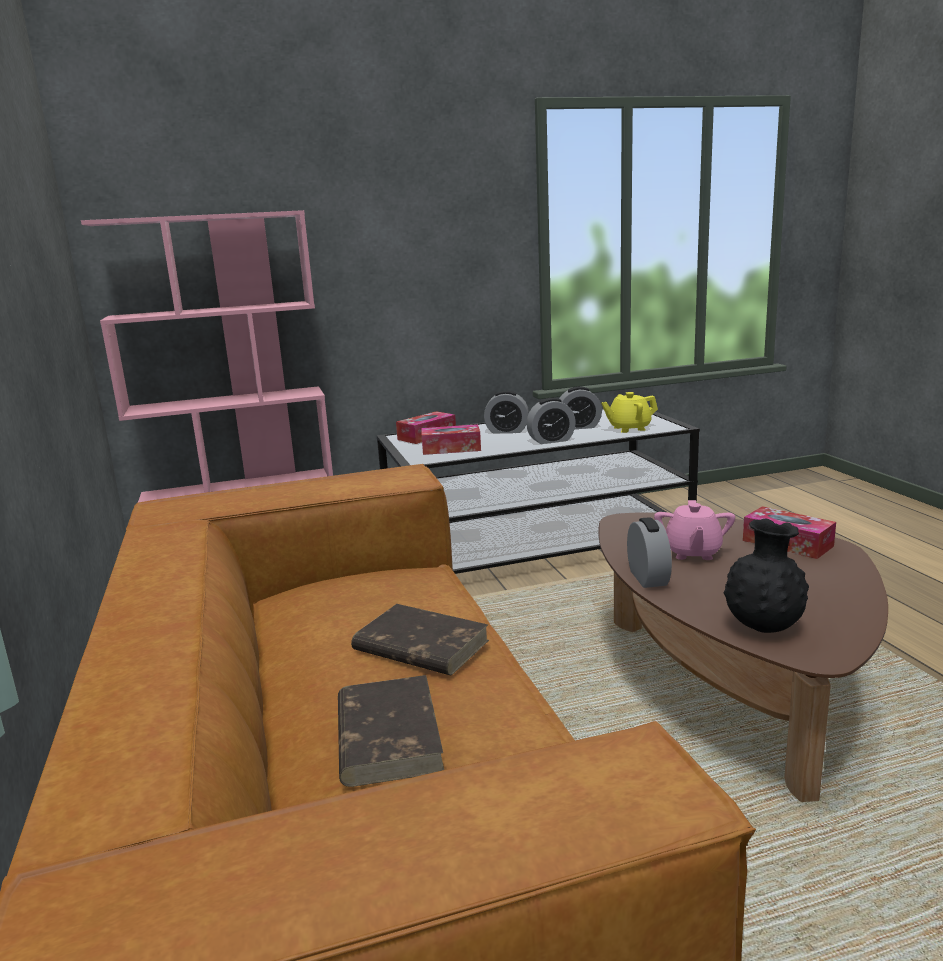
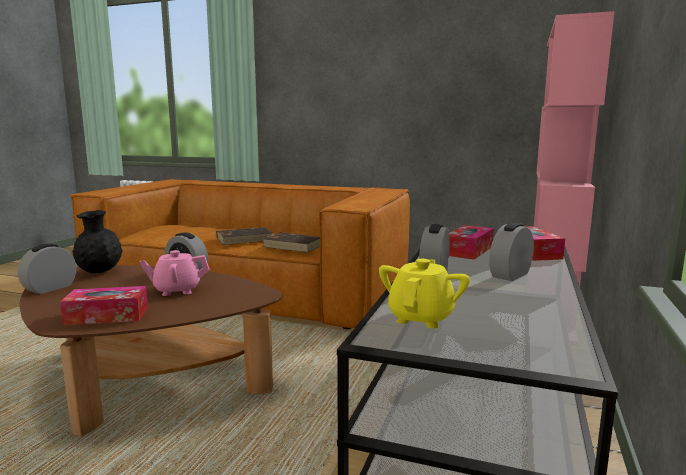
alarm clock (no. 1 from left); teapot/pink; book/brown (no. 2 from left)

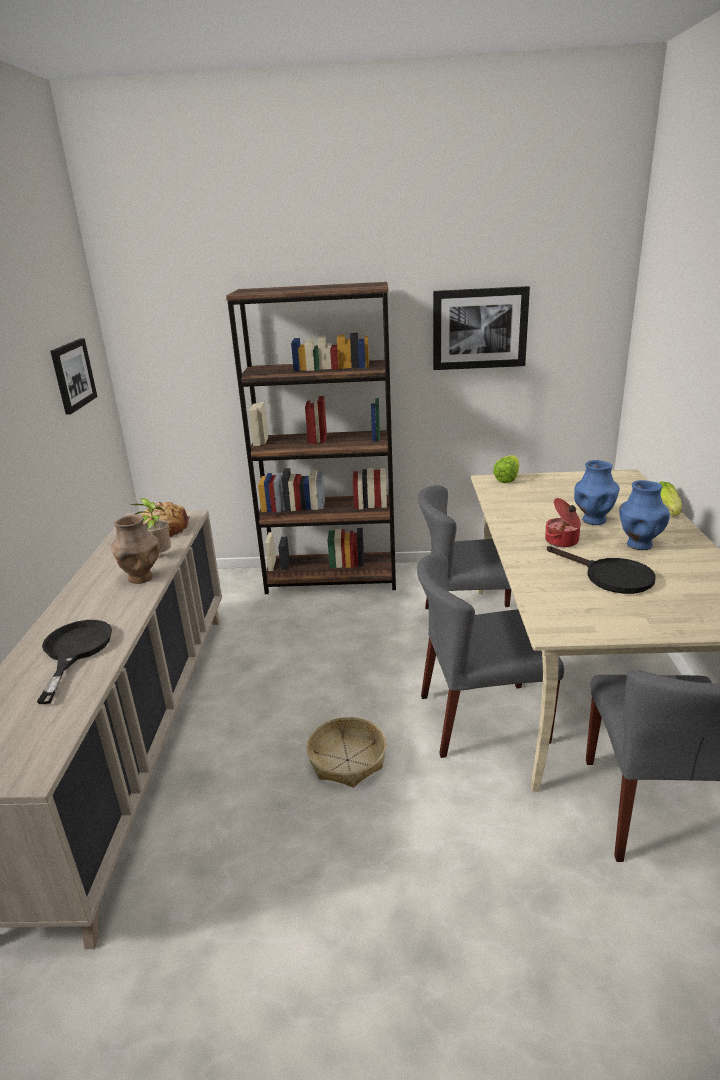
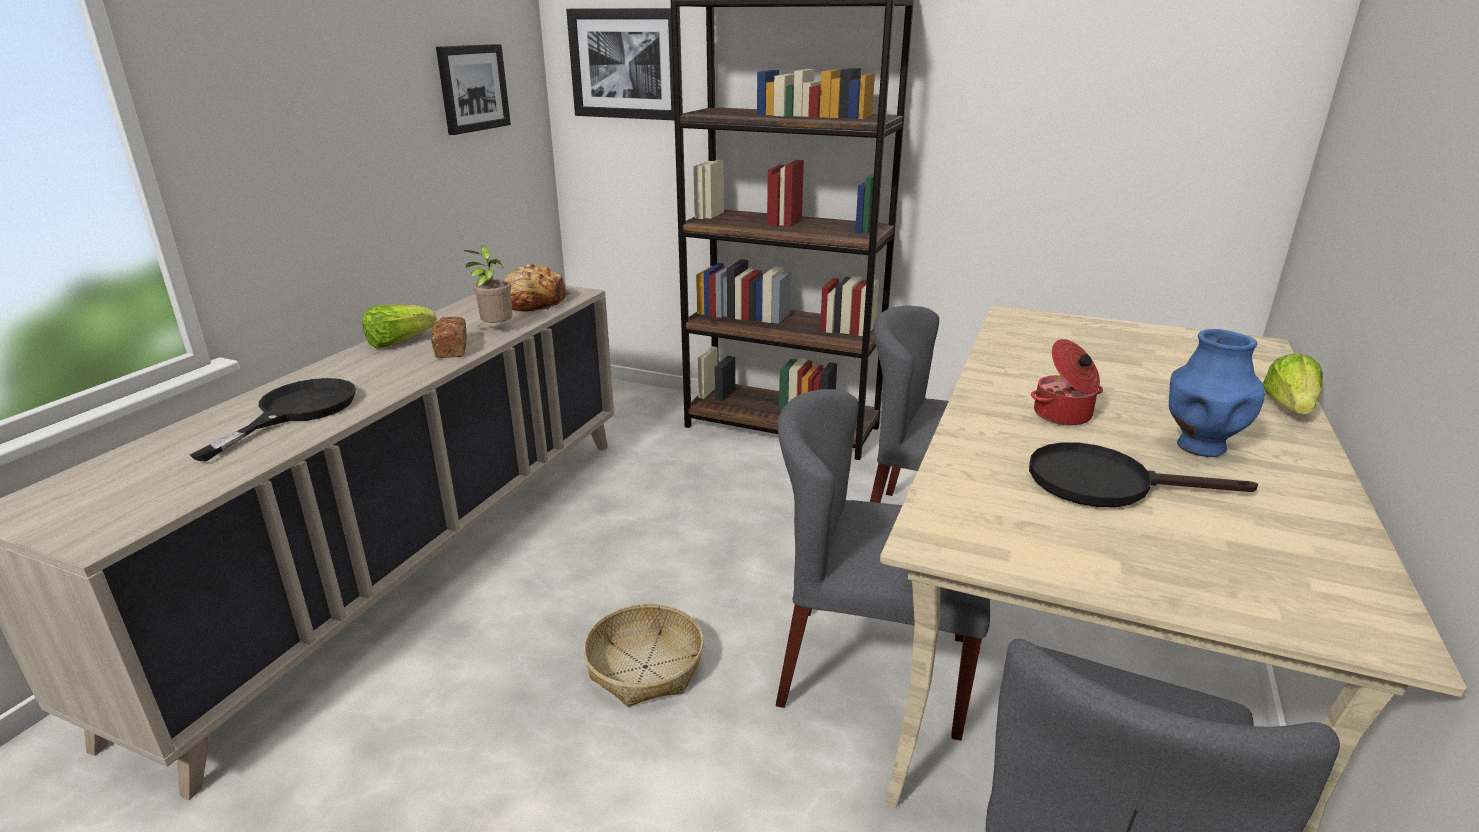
lettuce (no. 1 from left); bread (no. 1 from left); picture (no. 2 from left); frying pan/black (no. 2 from left); vase/blue (no. 1 from left in the first image)

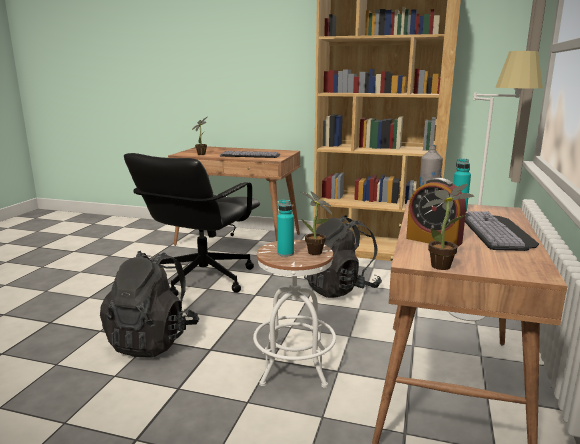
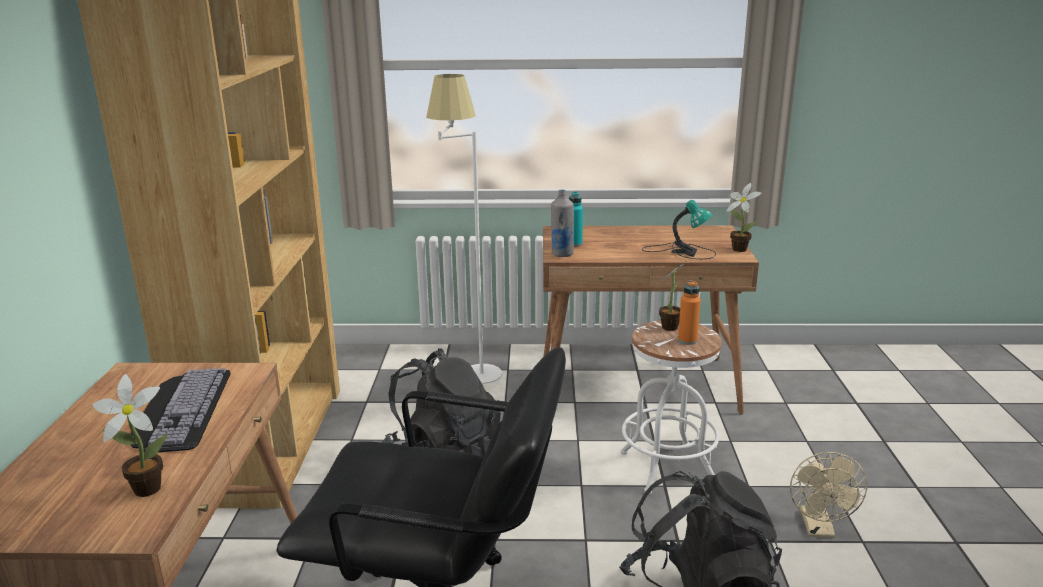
table lamp; bottle/orange; fan/beige; keyboard (no. 2 from left in the first image)

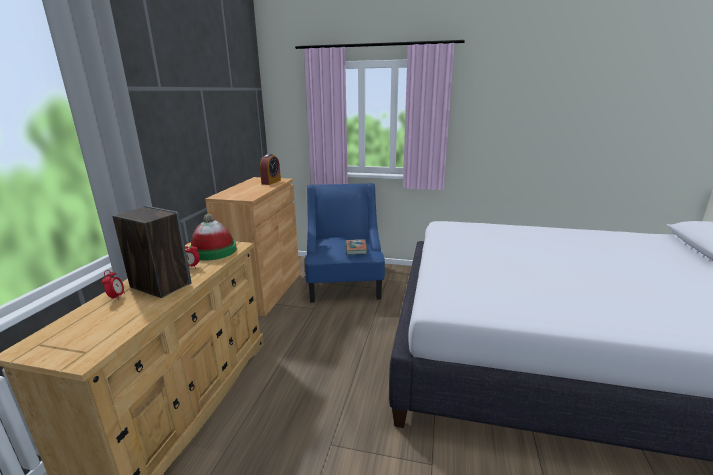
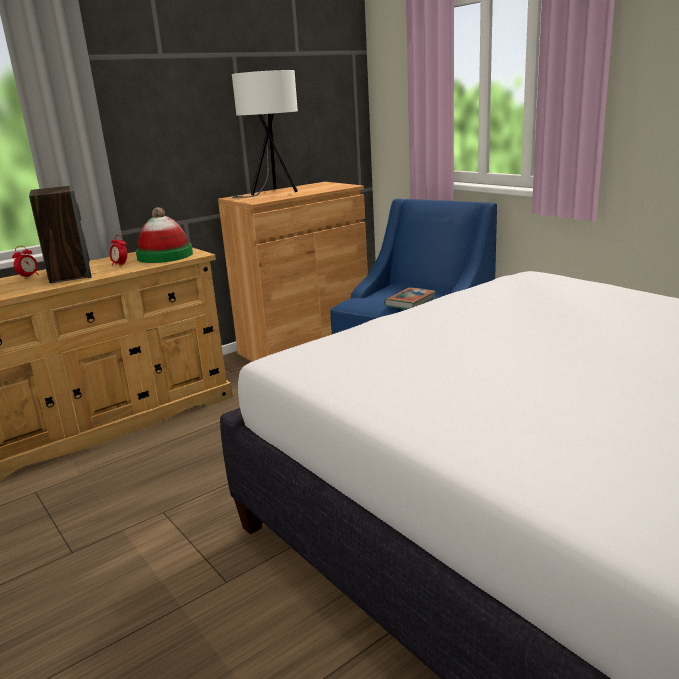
table lamp/white; alarm clock (no. 3 from left in the first image)

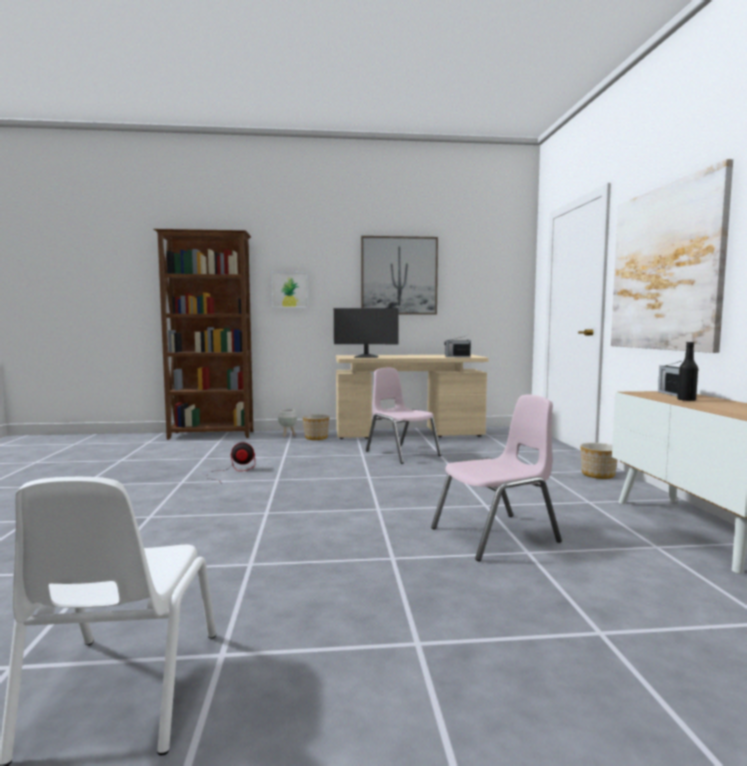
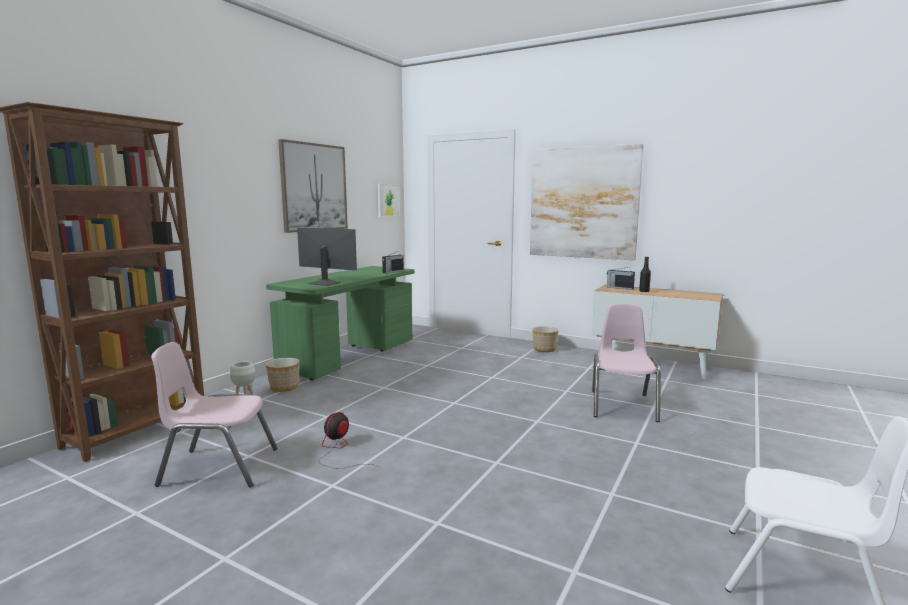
chair/pink (no. 1 from left); desk/green; monitor; picture (no. 2 from left)

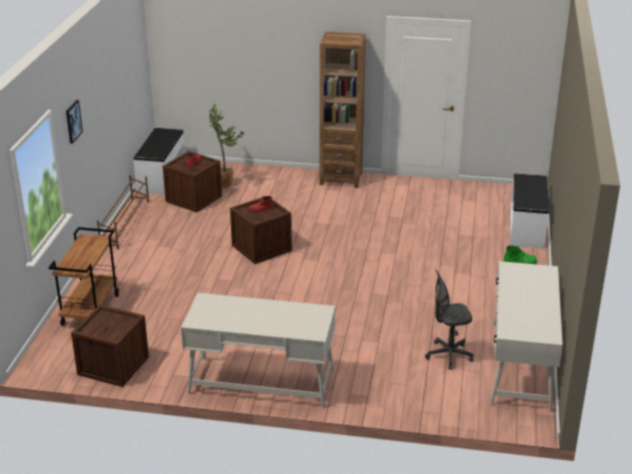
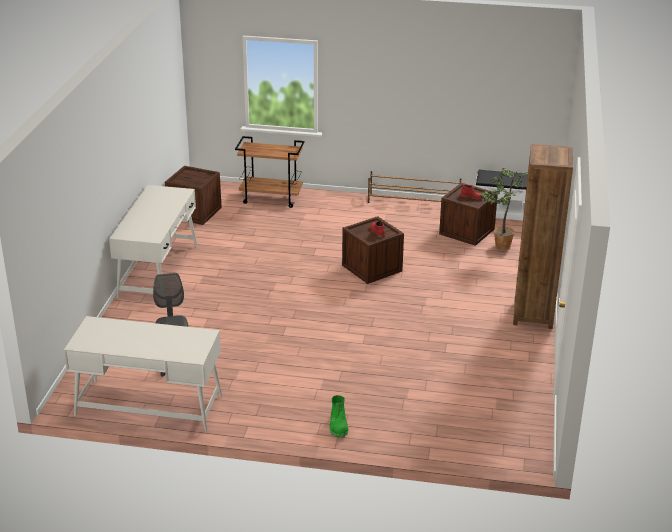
picture; bench/white (no. 2 from left in the first image)

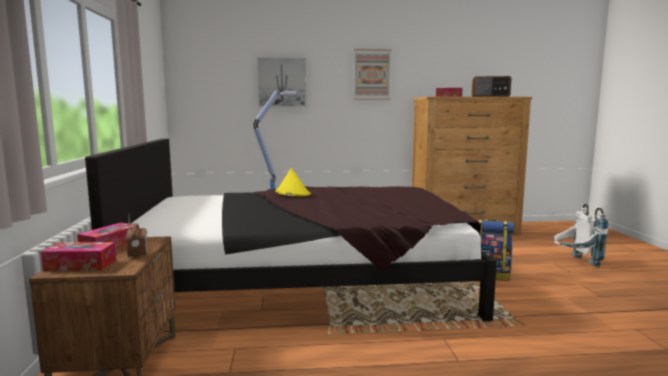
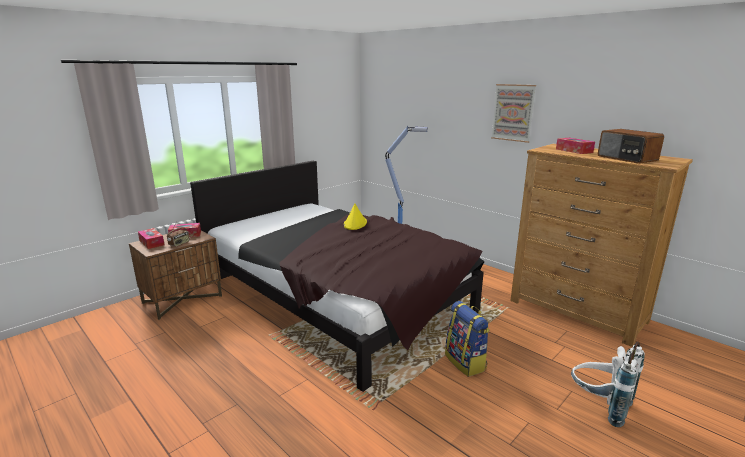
picture (no. 1 from left in the first image)

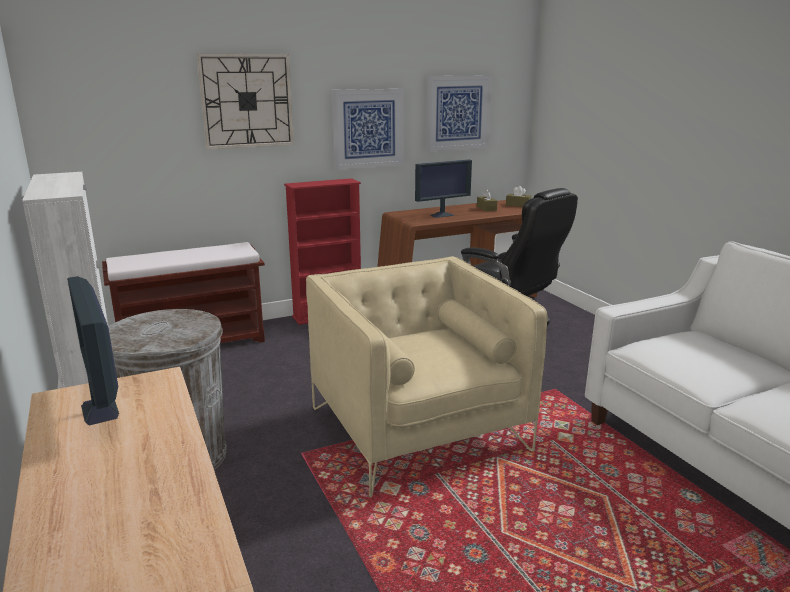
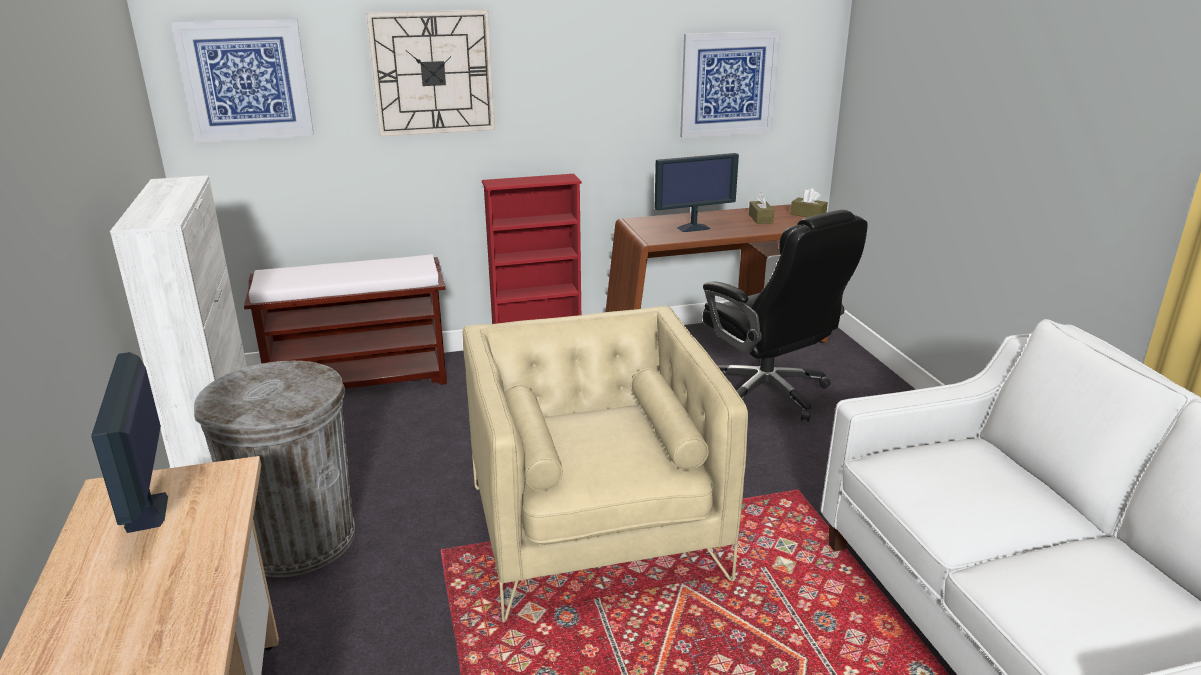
picture (no. 1 from left)

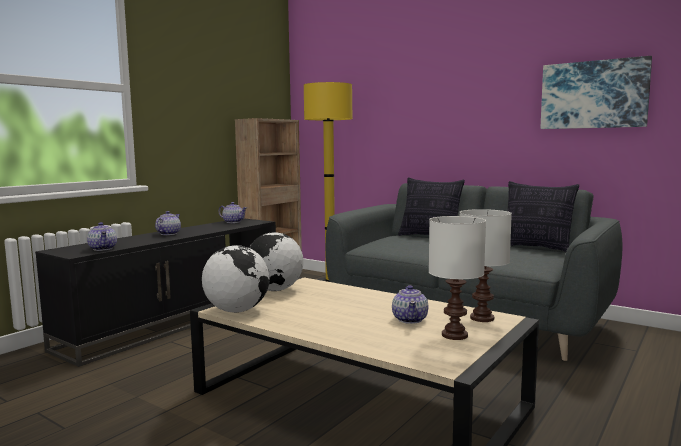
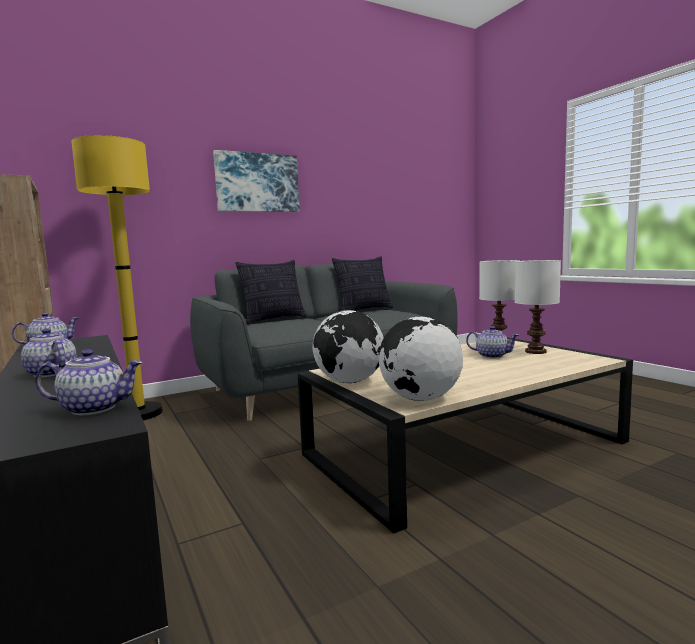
picture

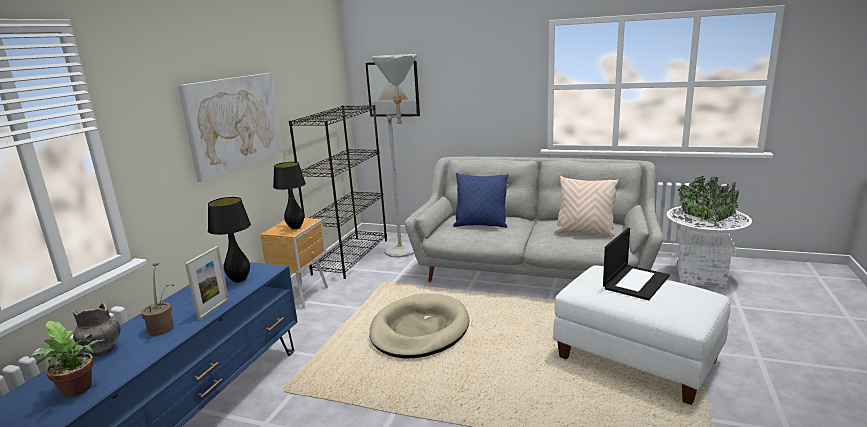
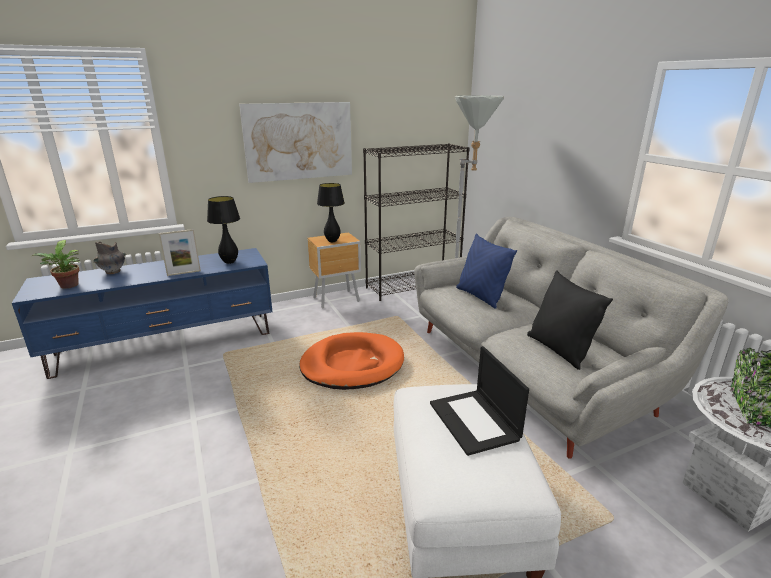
dog bed/orange; laptop; pillow/black; potted plant (no. 2 from left in the first image); picture (no. 2 from left in the first image)

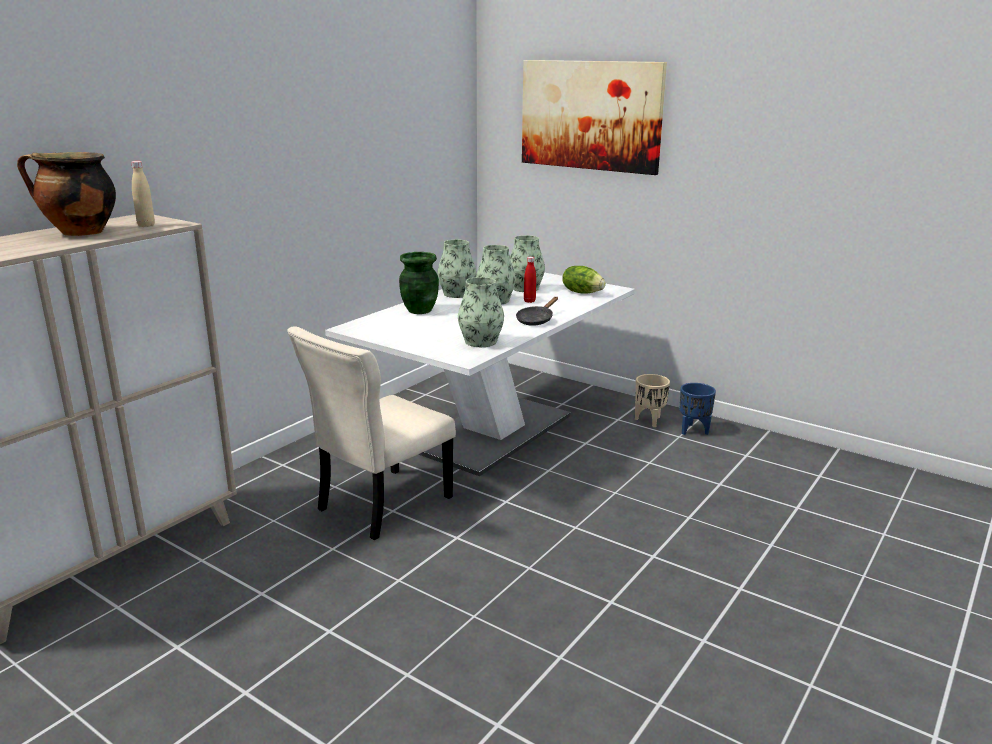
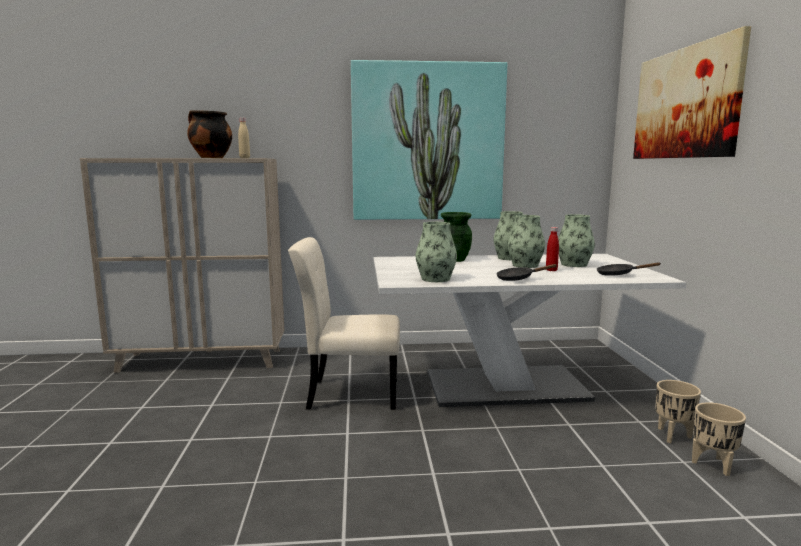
picture (no. 1 from left); frying pan/black (no. 2 from left); planter/beige (no. 2 from left)

